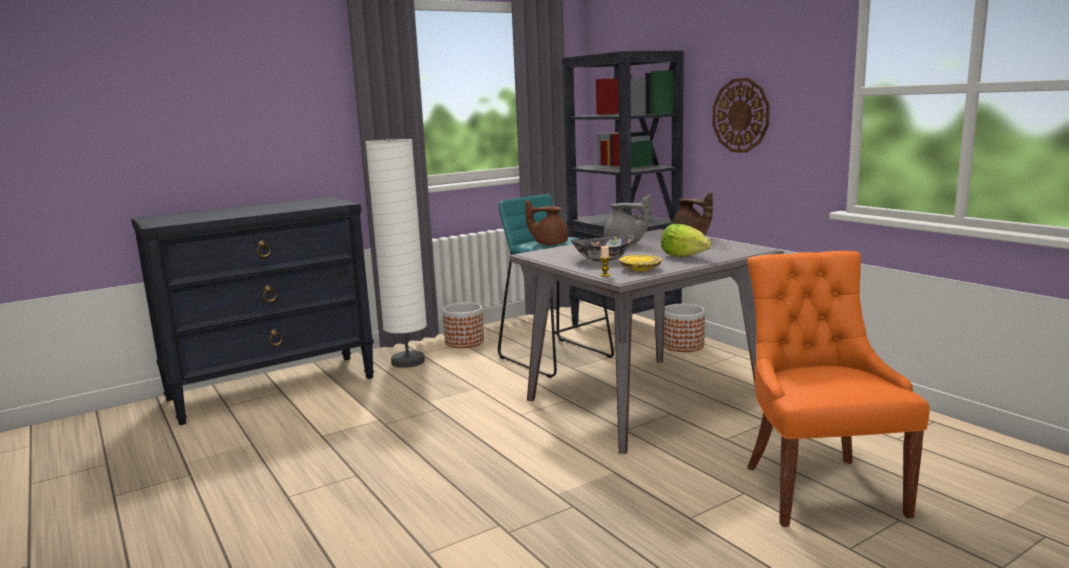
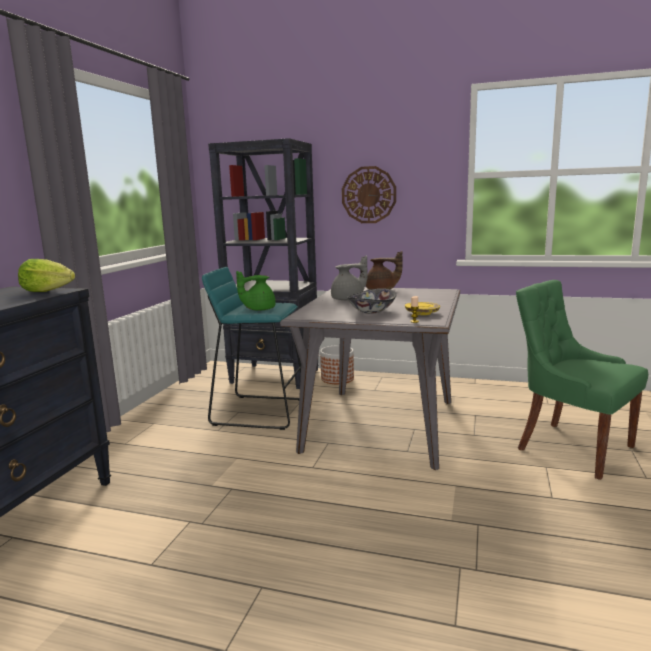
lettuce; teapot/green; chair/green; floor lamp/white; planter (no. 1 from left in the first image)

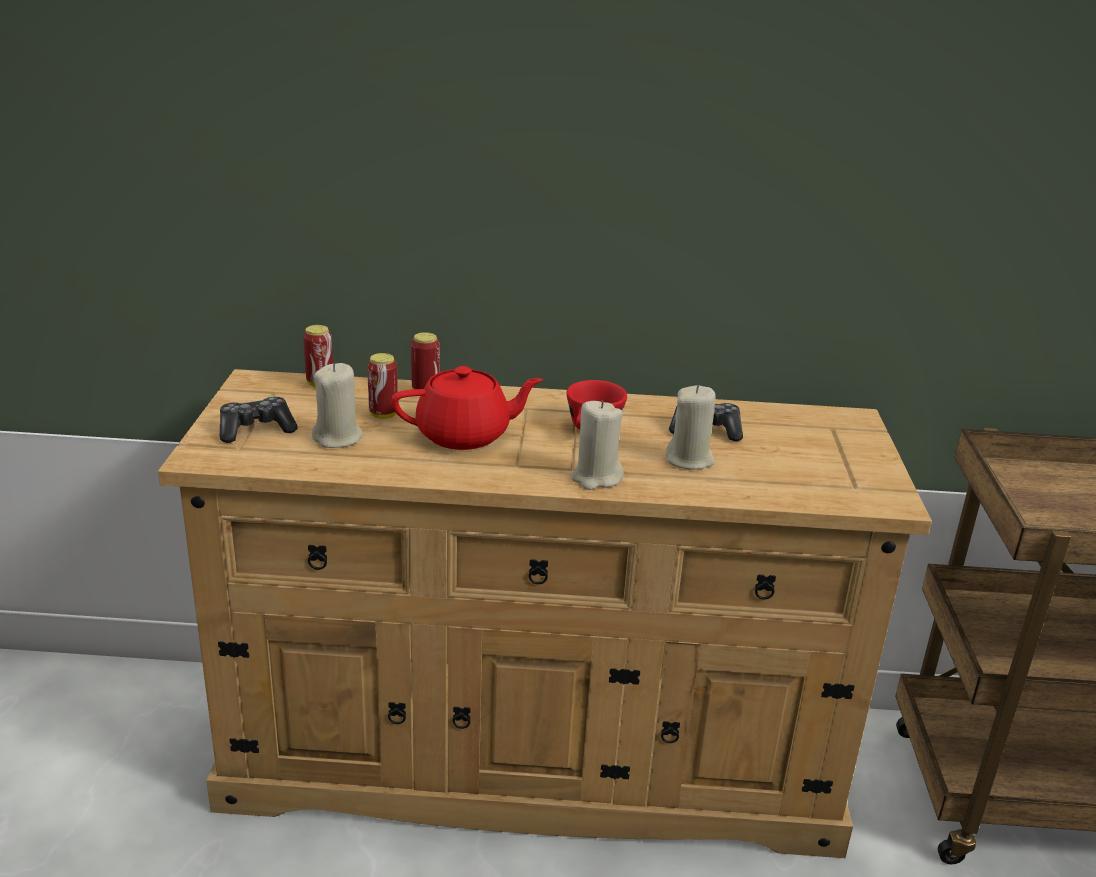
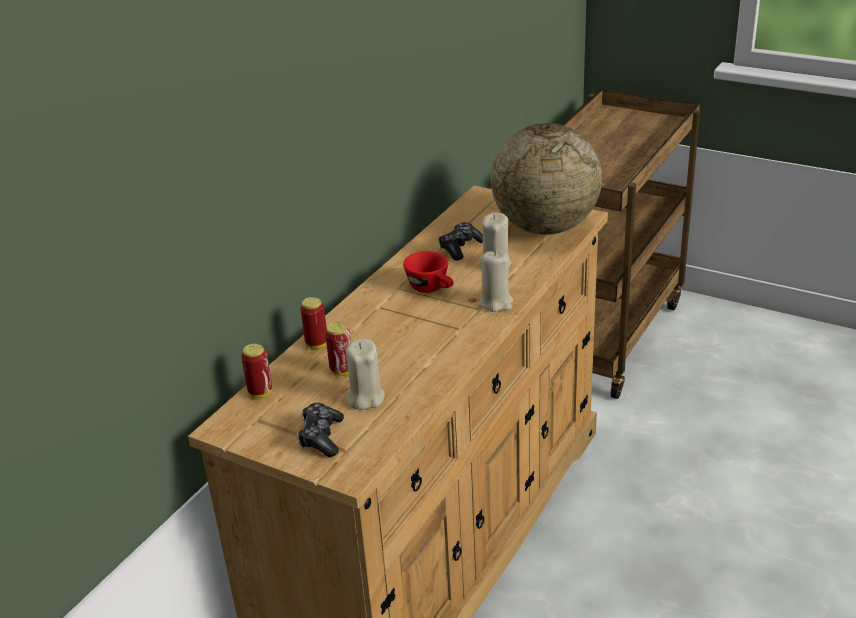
globe; teapot/red

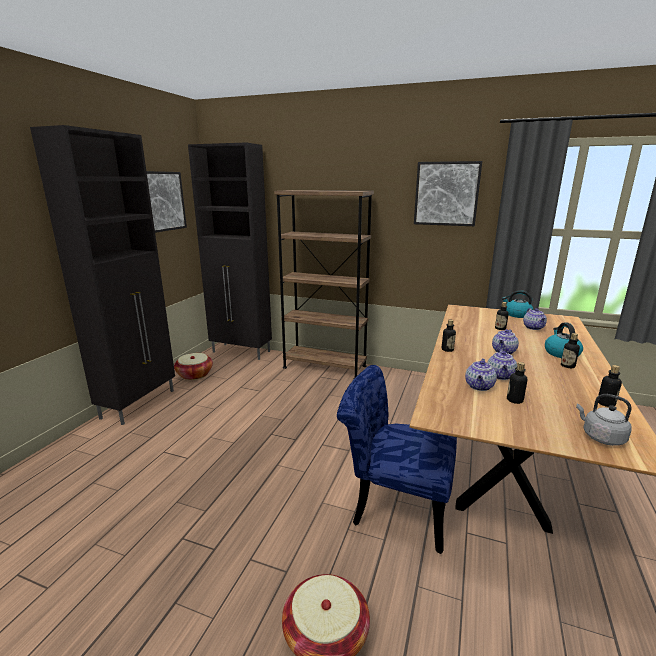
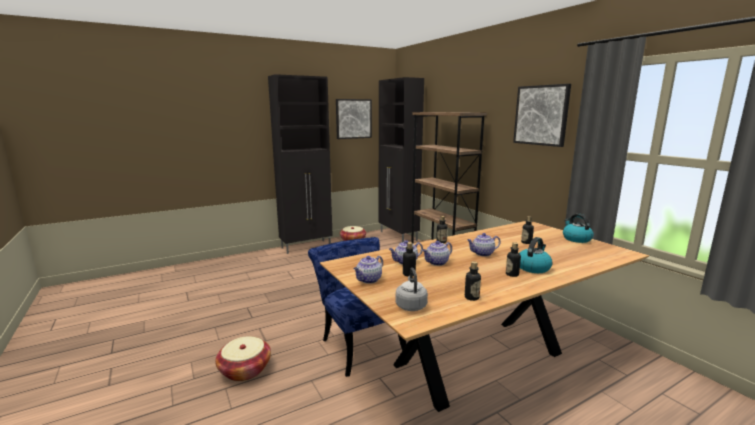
teapot (no. 1 from left)

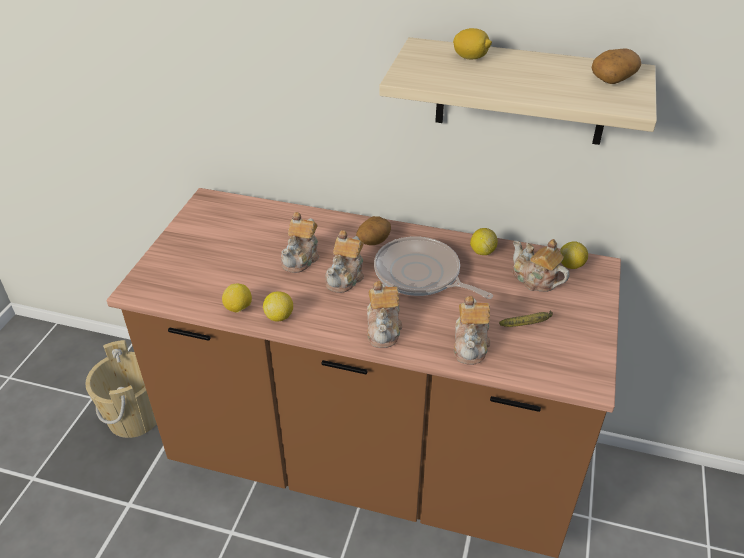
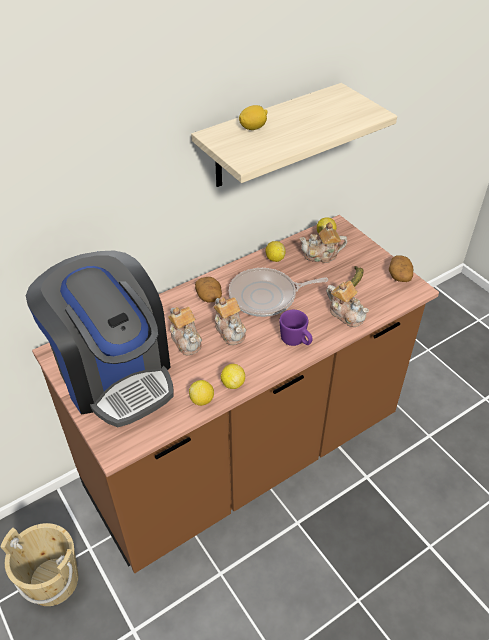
coffee machine; mug/purple; potato (no. 2 from left)

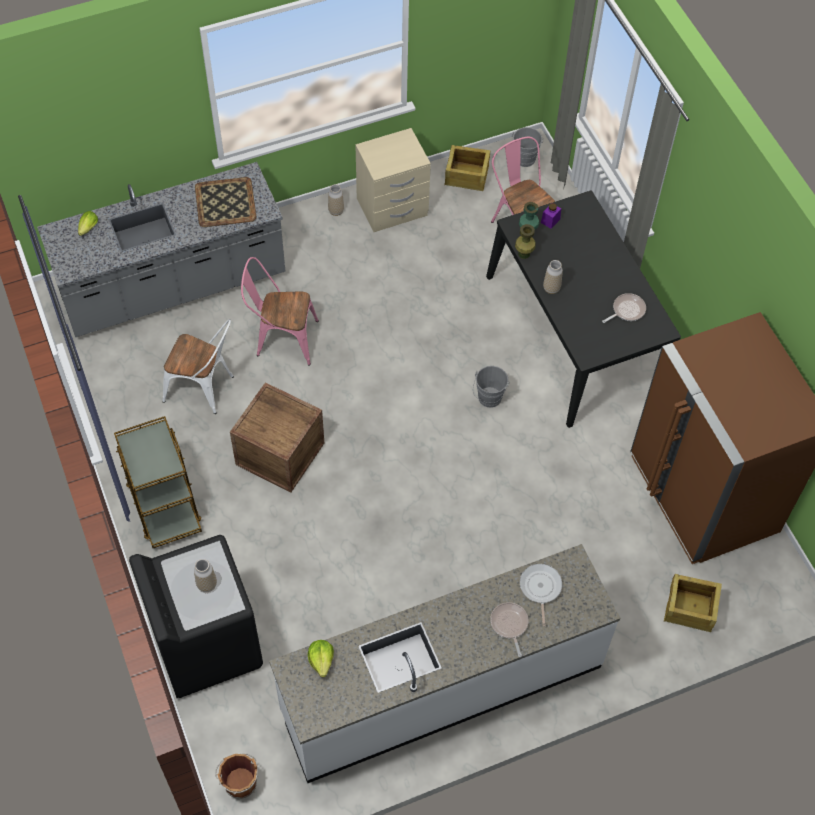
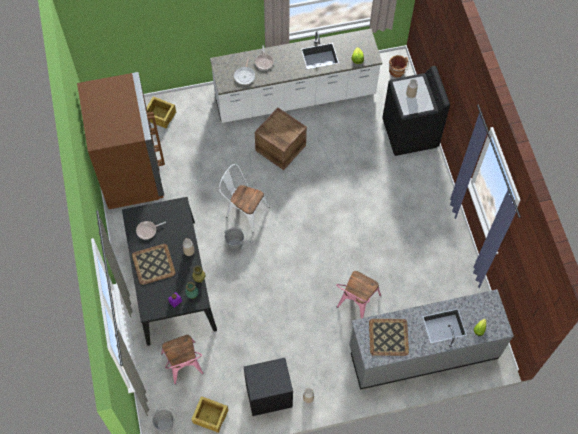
tray (no. 1 from left); chair/white; nightstand/black; crate (no. 3 from left); chair/pink (no. 2 from left); cart/brown

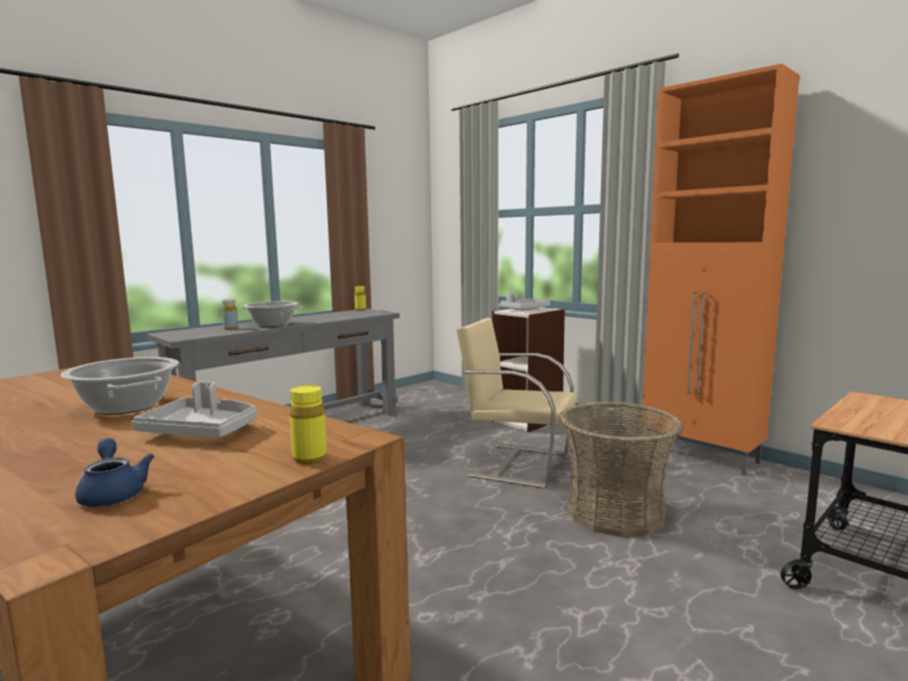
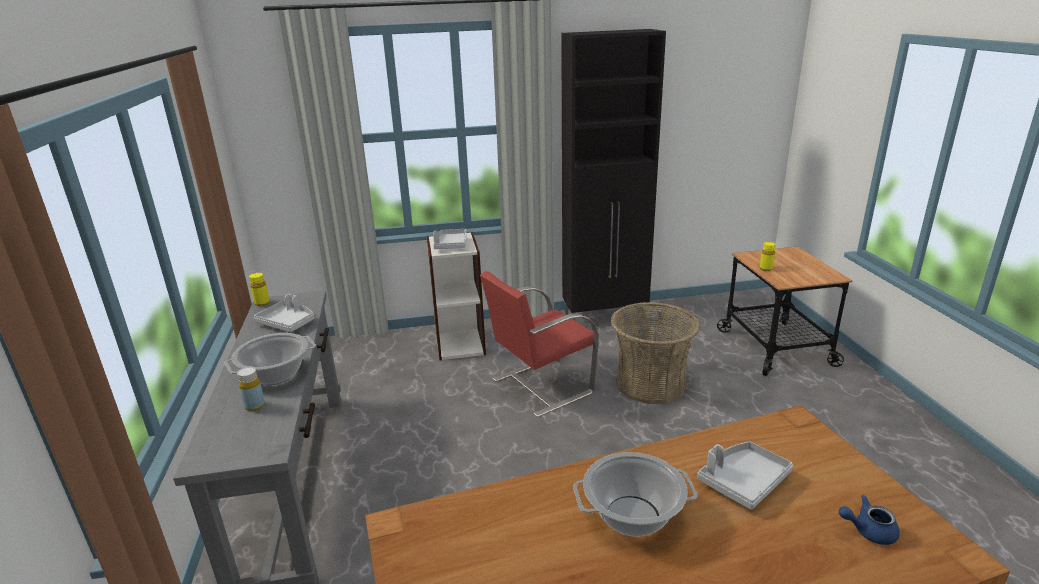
tray/grey (no. 1 from left); chair/red; cabinet/black; bottle/yellow (no. 3 from left)

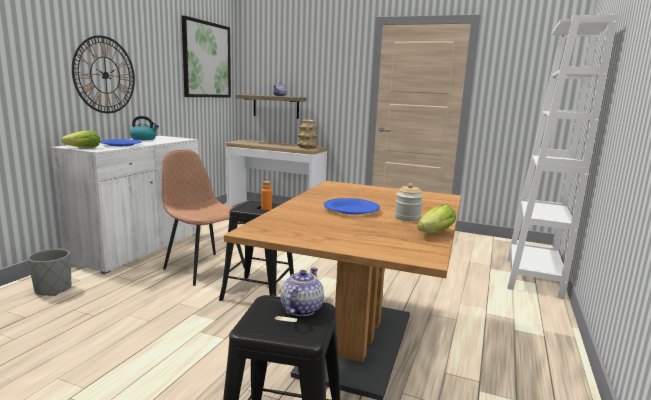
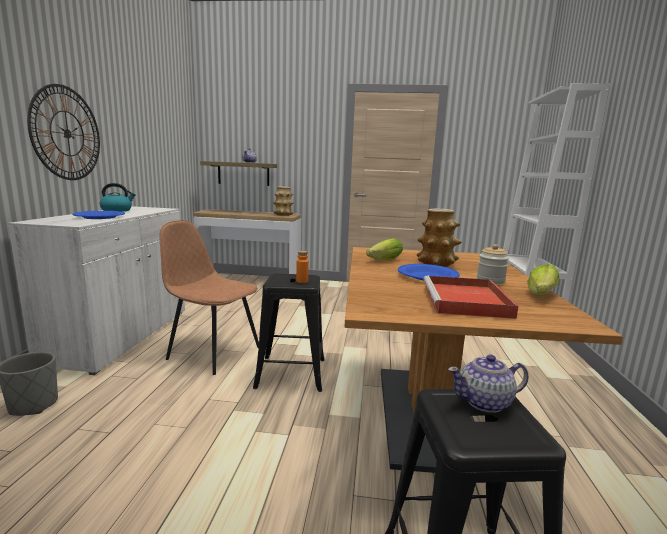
lettuce (no. 1 from left); vase (no. 2 from left); tray/red; teapot (no. 2 from left); picture

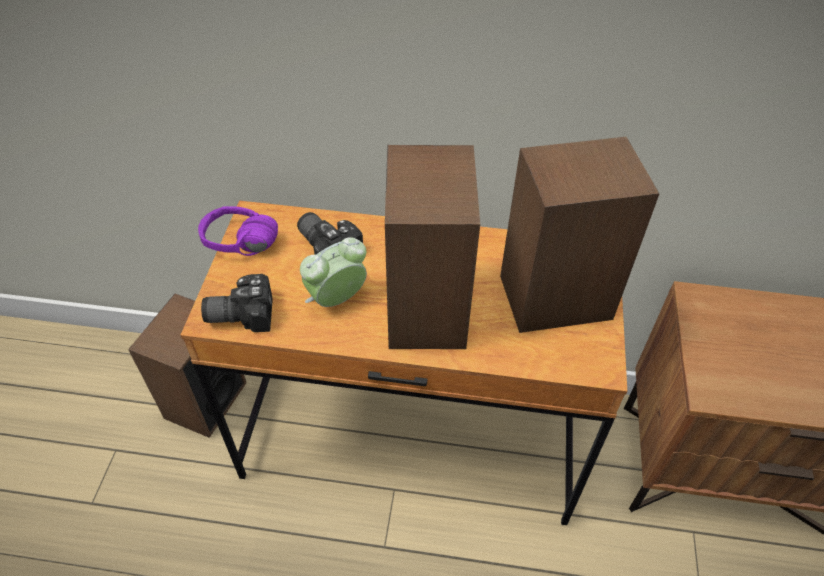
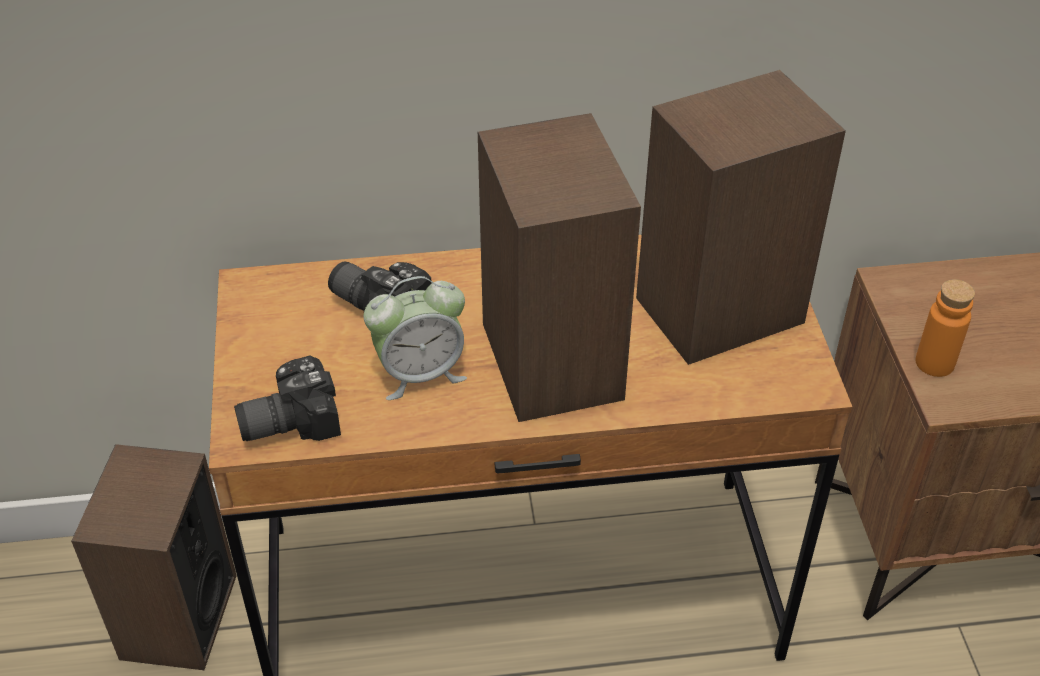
alarm clock; bottle/orange; headphones/purple

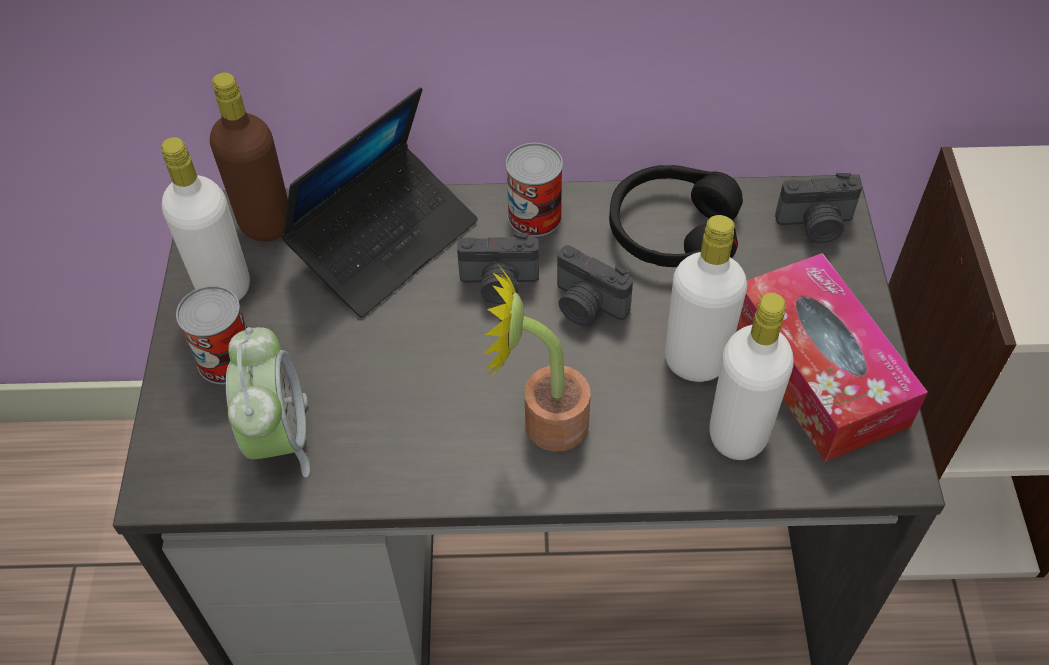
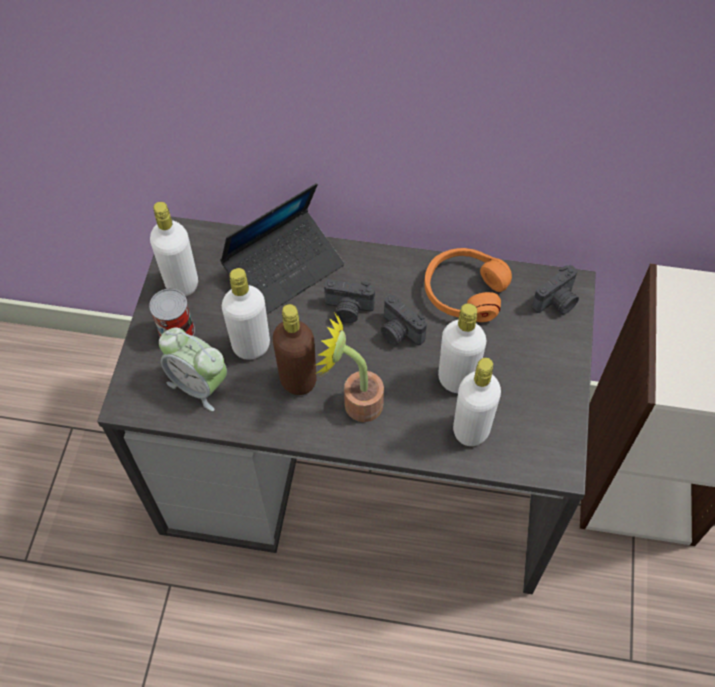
alarm clock; bottle/white (no. 2 from left); bottle/brown; headphones/orange; photo camera (no. 3 from left); can (no. 2 from left in the first image); tissue box

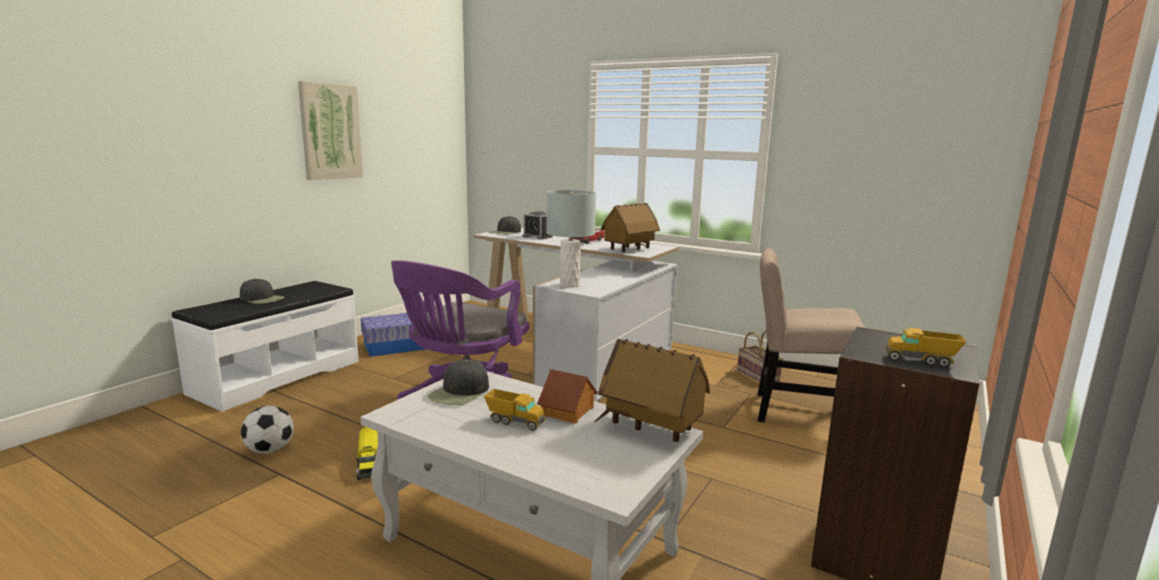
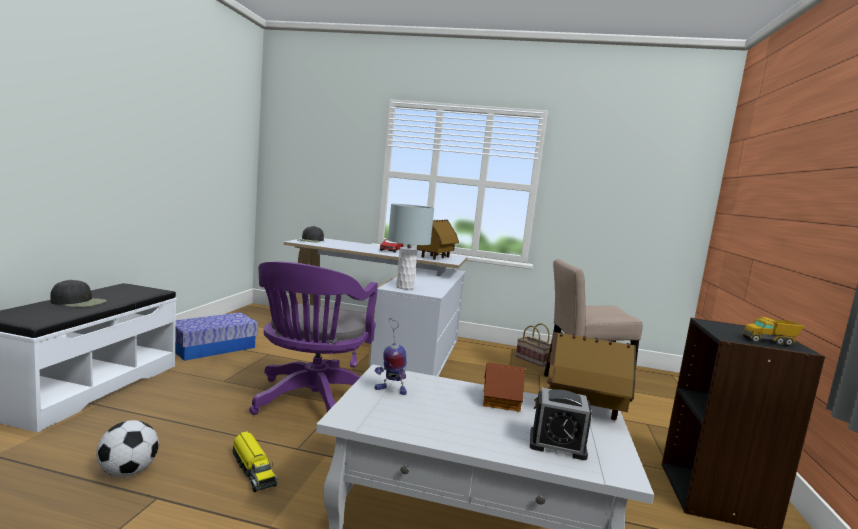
toy robot; alarm clock; picture; toy truck (no. 2 from left in the first image)

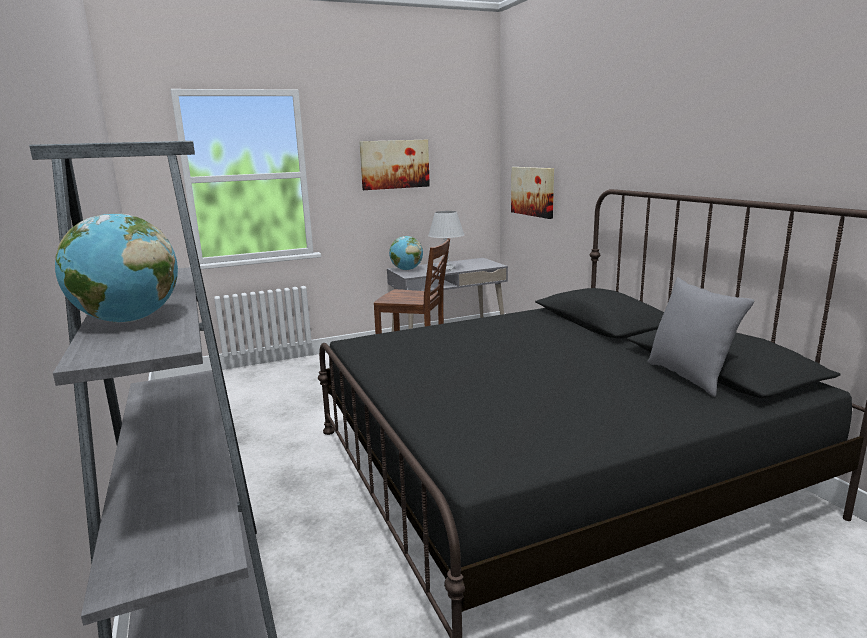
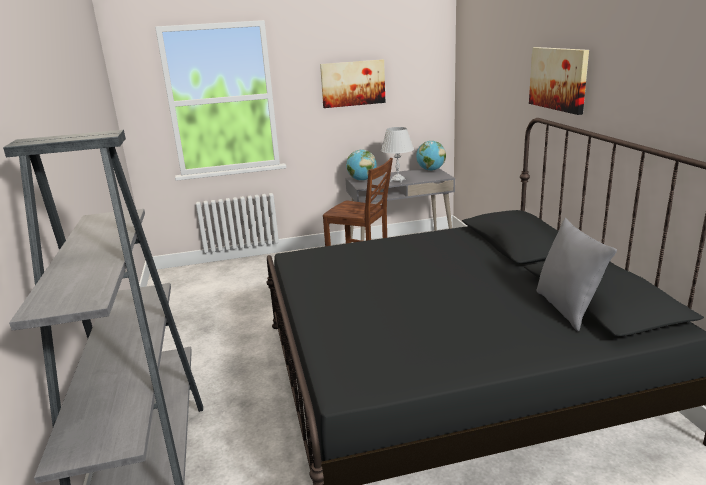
globe (no. 2 from left); picture (no. 2 from left)

